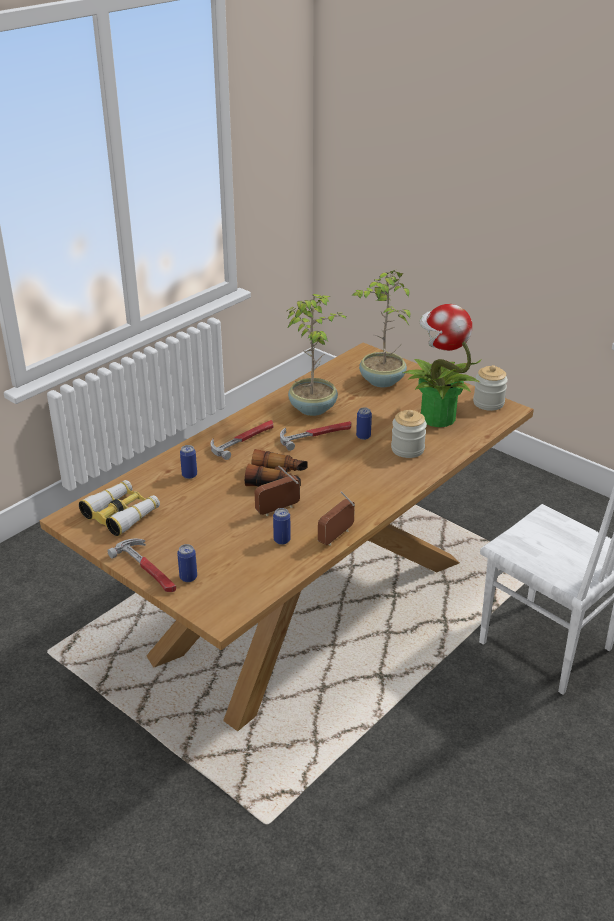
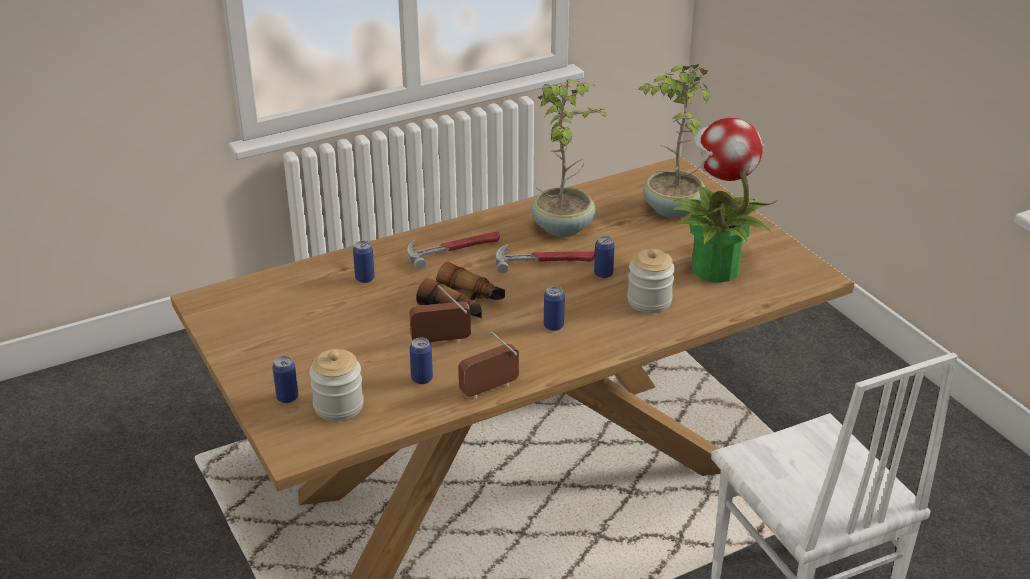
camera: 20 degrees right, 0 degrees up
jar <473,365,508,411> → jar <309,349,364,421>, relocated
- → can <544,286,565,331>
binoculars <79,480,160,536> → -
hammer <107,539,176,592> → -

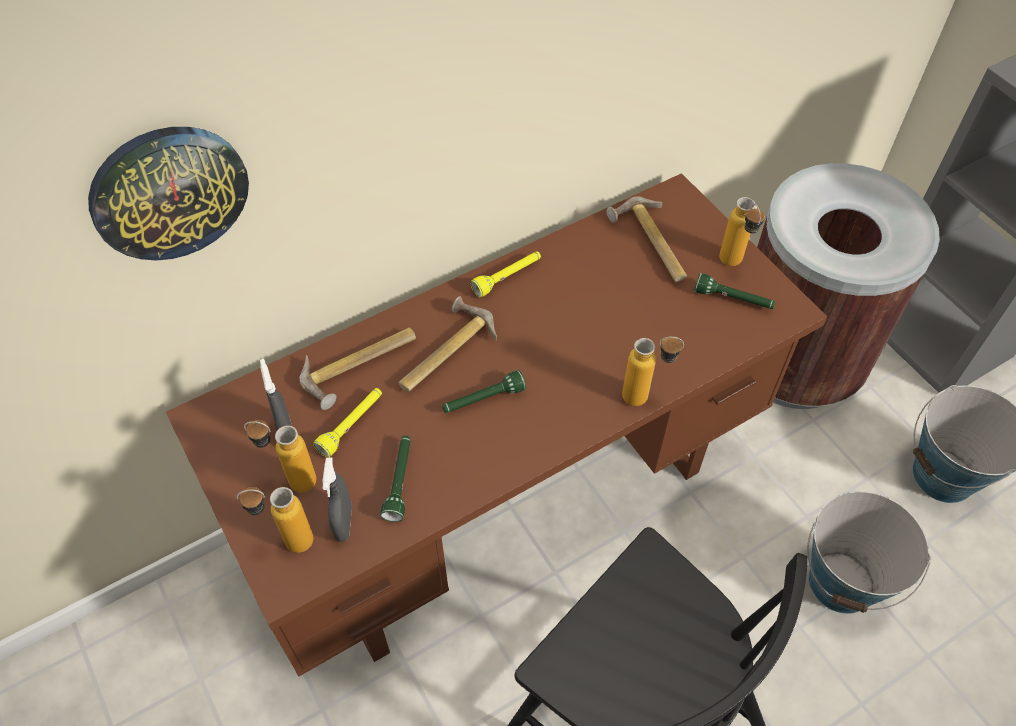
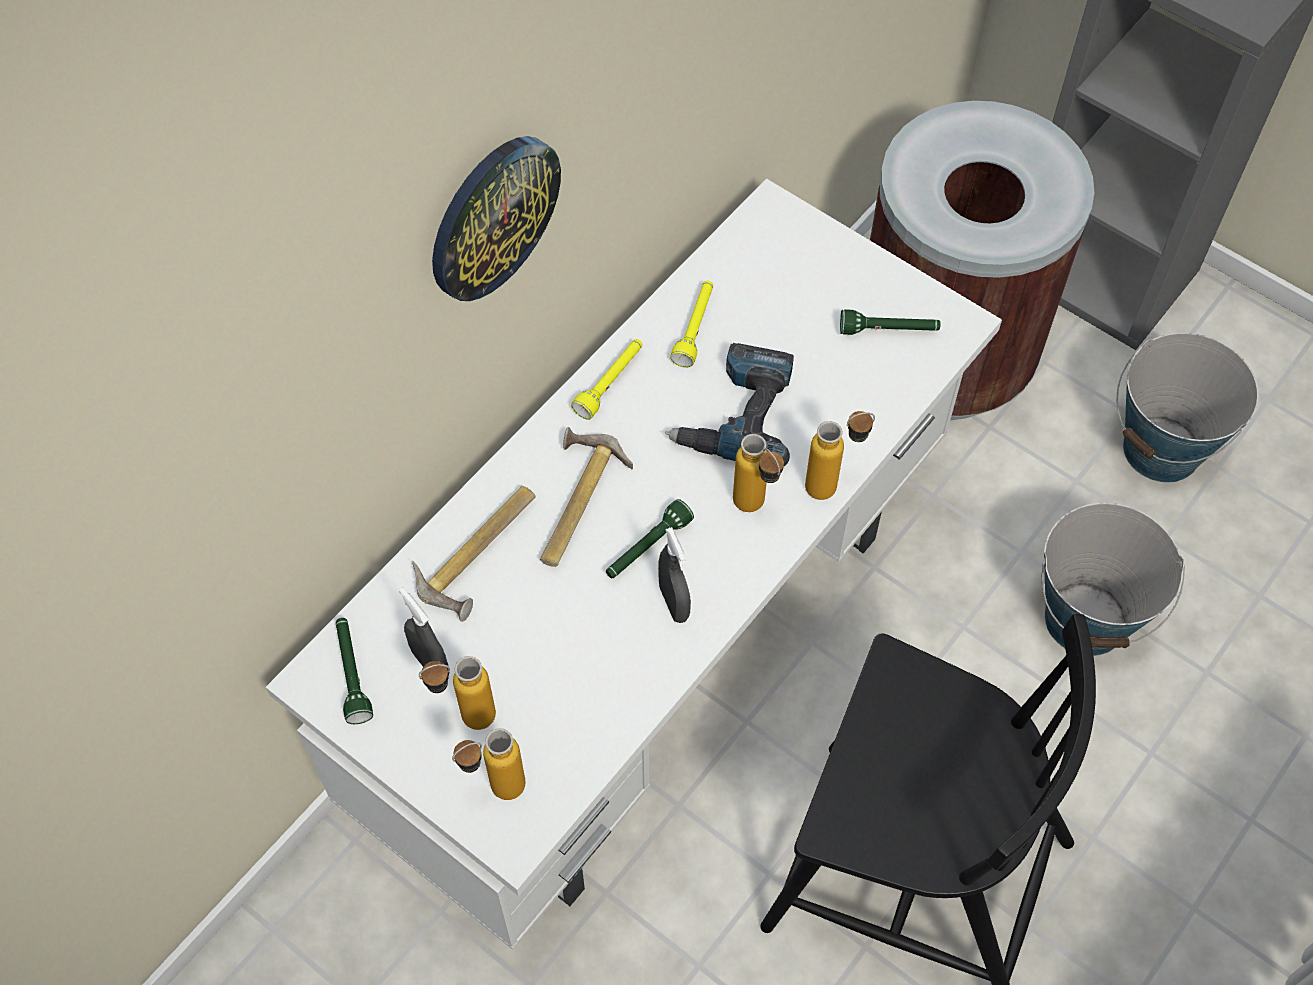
camera: 20 degrees left, 5 degrees up
brown desk <166,173,827,677> → white desk <266,178,1002,950>
green flashlight <381,436,411,522> → green flashlight <336,618,373,724>, relocated
wall clock <88,127,249,260> → wall clock <432,136,561,301>, relocated
grey spray bottle <322,458,352,542> → grey spray bottle <658,527,691,623>, relocated
- → power drill <665,343,794,467>
yellow flashlight <313,388,382,458> → yellow flashlight <670,281,713,368>, relocated
bottle <719,197,765,266> → bottle <733,434,784,512>, relocated
hammer <607,196,687,282> → -

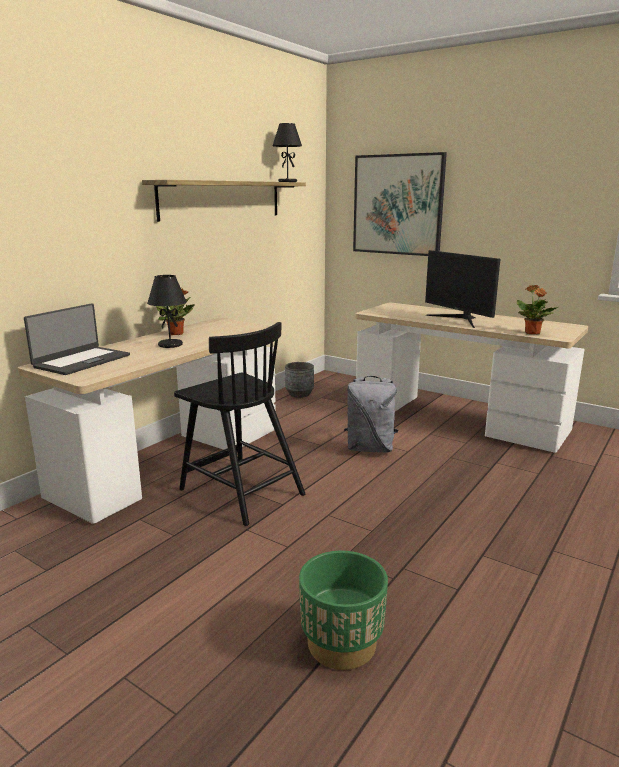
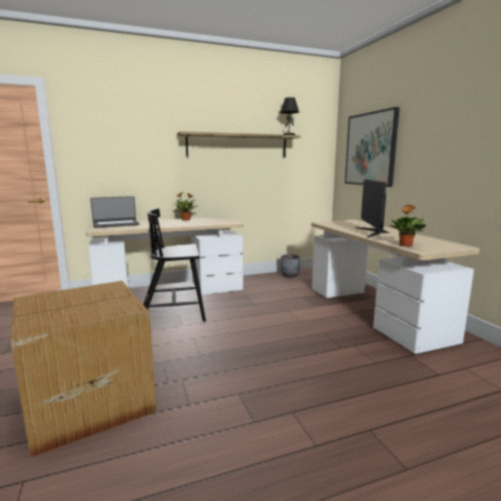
camera: 35 degrees right, 5 degrees down
green planter <299,551,388,670> → cardboard box <11,281,156,458>
black chair <174,322,305,526> → black chair <143,208,206,322>, 90 degrees clockwise
black table lamp <147,275,187,348> → -
grey backpack <344,376,398,453> → -

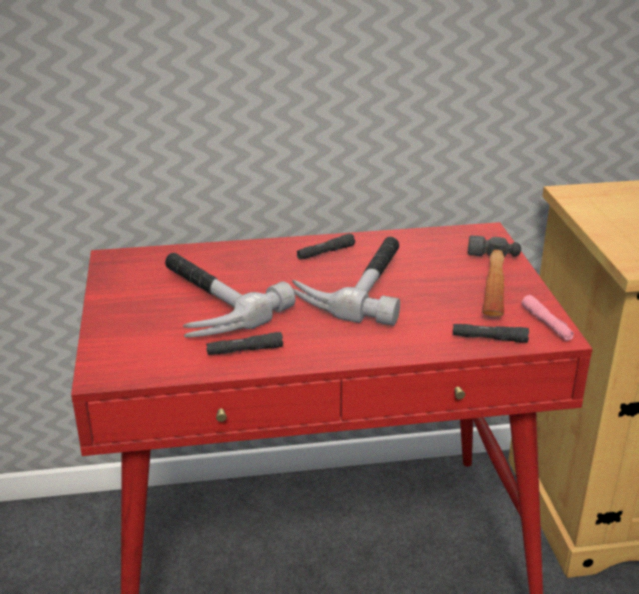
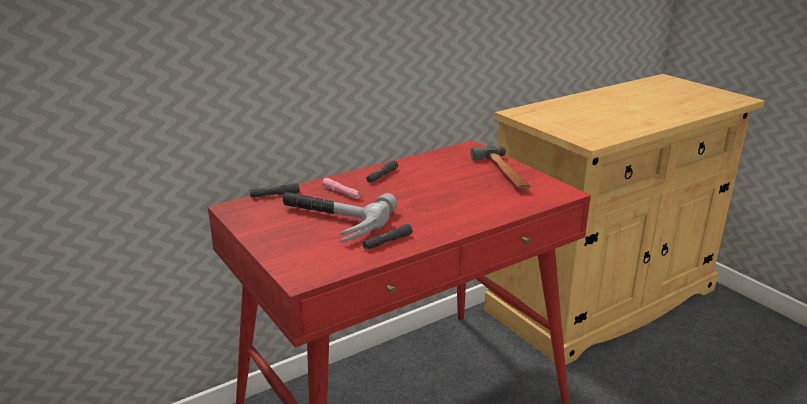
camera: 25 degrees left, 5 degrees down
black flashlight <453,324,529,343> → black flashlight <250,183,300,197>, relocated
pink flashlight <521,295,574,341> → pink flashlight <322,178,361,199>, relocated
hammer <292,237,400,326> → -

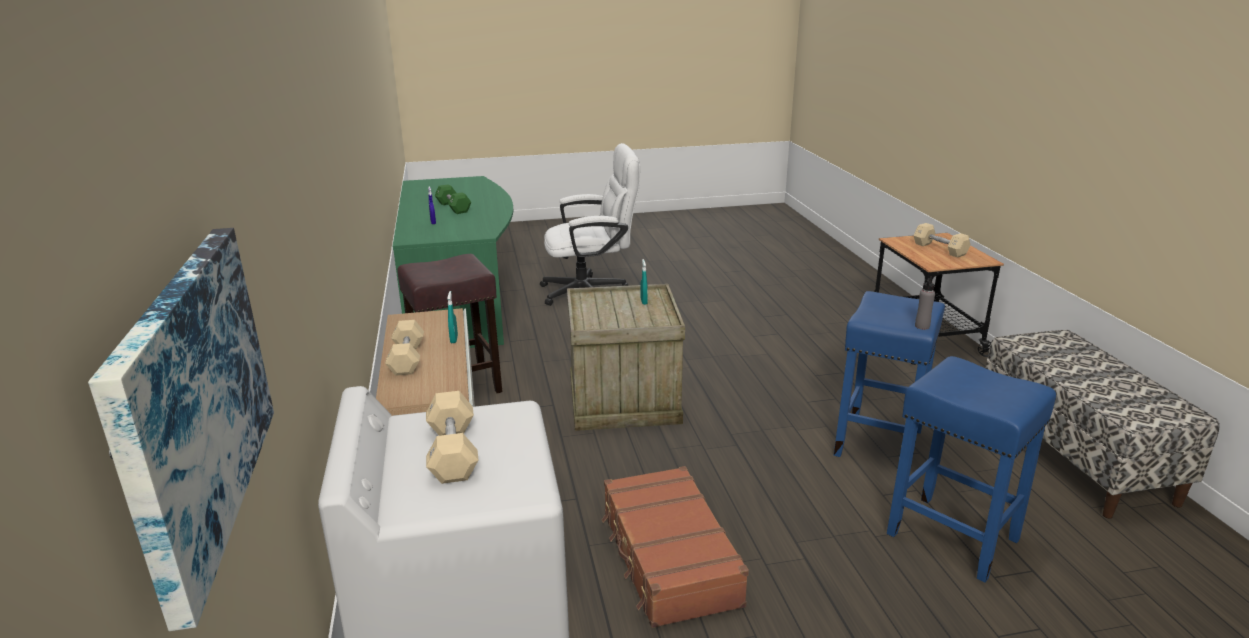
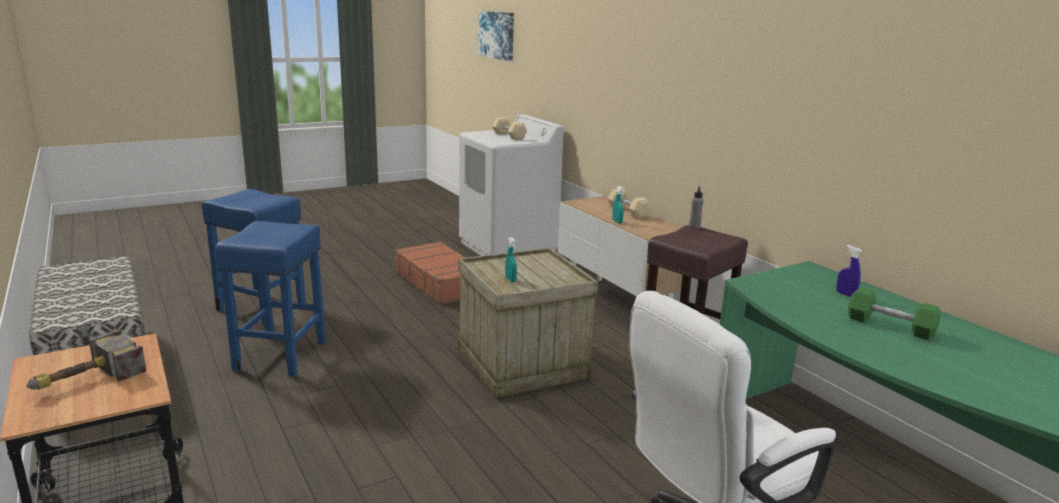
camera: 160 degrees right, 5 degrees down
beige dumbbell <913,223,970,258> → hammer <26,330,147,390>
grey bottle <915,276,935,330> → grey bottle <689,187,704,229>, relocated

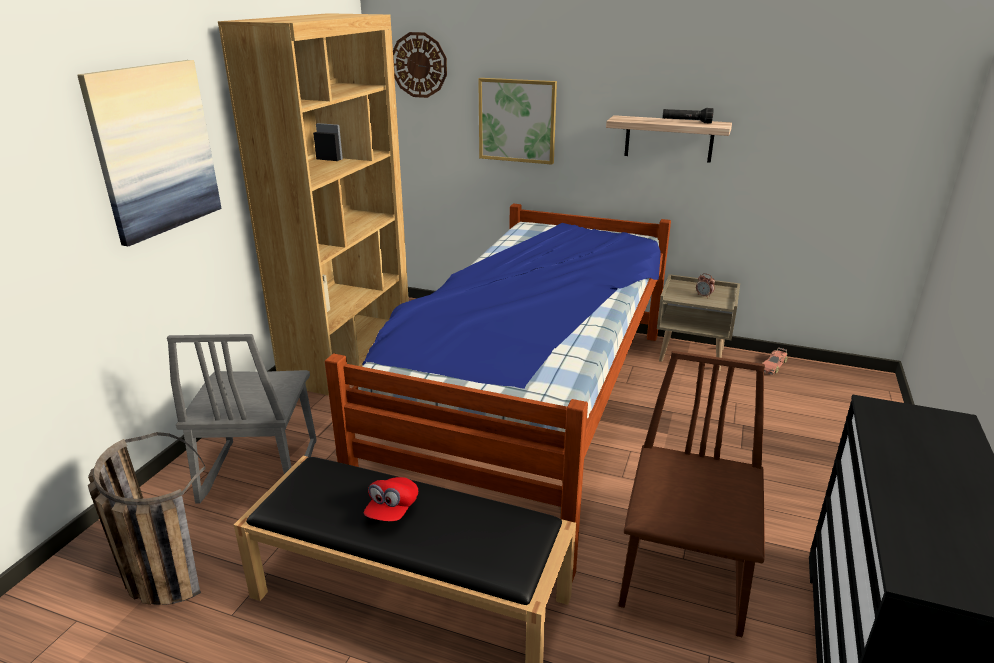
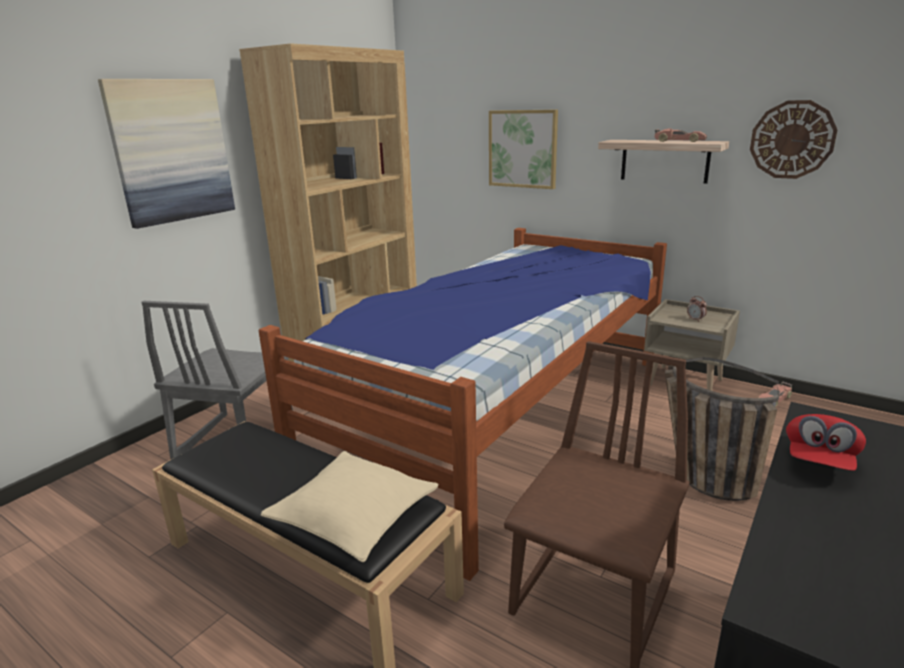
camera: 15 degrees right, 5 degrees down
- → beige pillow <261,451,439,562>
black flashlight <662,108,714,124> → toy car <655,129,707,142>
basket <88,432,206,605> → basket <665,357,779,501>, relocated
wall clock <393,32,447,98> → wall clock <750,100,837,179>, relocated
red cap <364,477,418,521> → red cap <786,414,866,471>, relocated

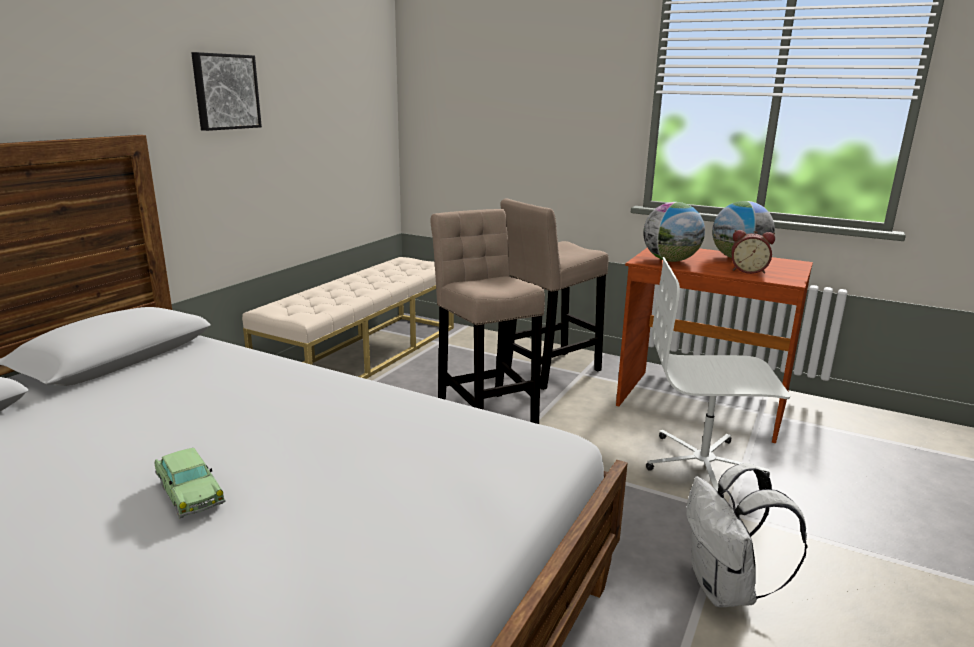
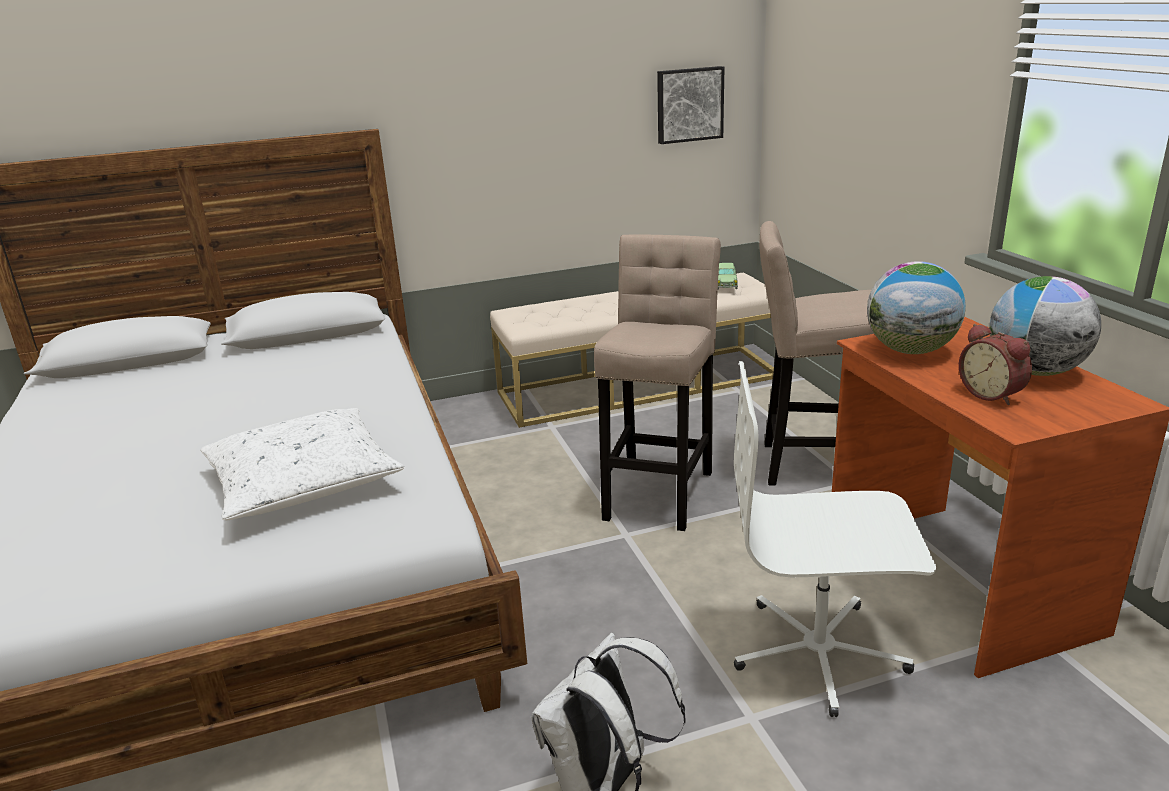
camera: 45 degrees right, 5 degrees up
- → white pillow <200,408,405,520>
picture <191,52,262,131> → picture <657,66,725,144>, relocated
toy car <155,448,226,518> → toy car <718,263,738,290>, relocated
white office chair <646,257,790,492> → white office chair <734,361,936,717>, 45 degrees counterclockwise

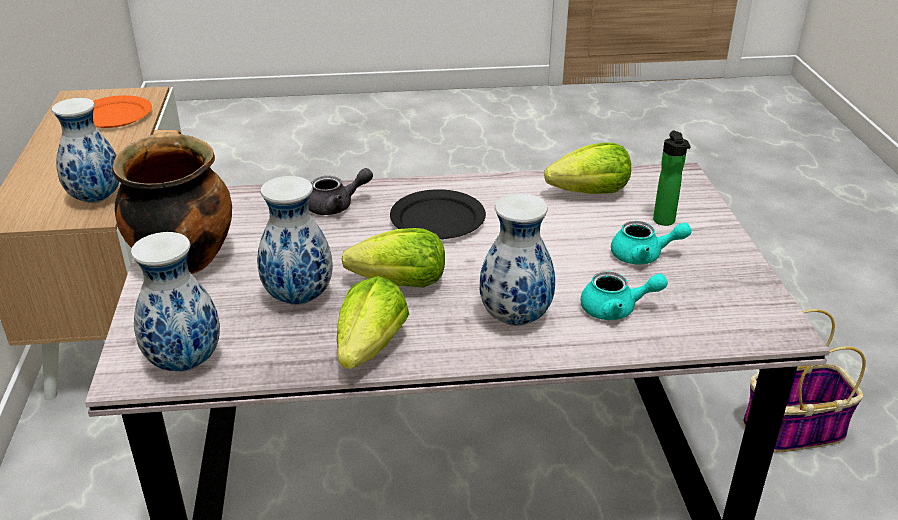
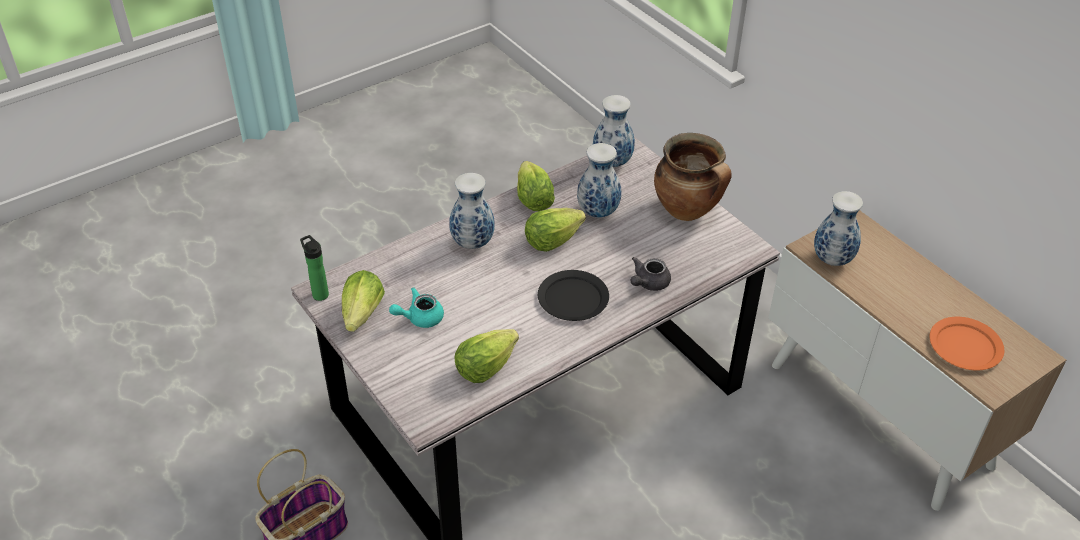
camera: 150 degrees right, 10 degrees up
bottle <653,130,691,226> → bottle <300,235,329,301>, relocated
- → lettuce <342,270,385,332>
turquoise teapot <580,271,668,320> → -

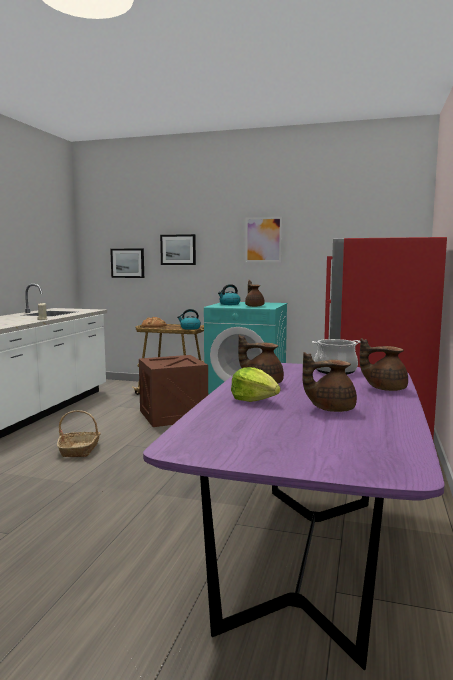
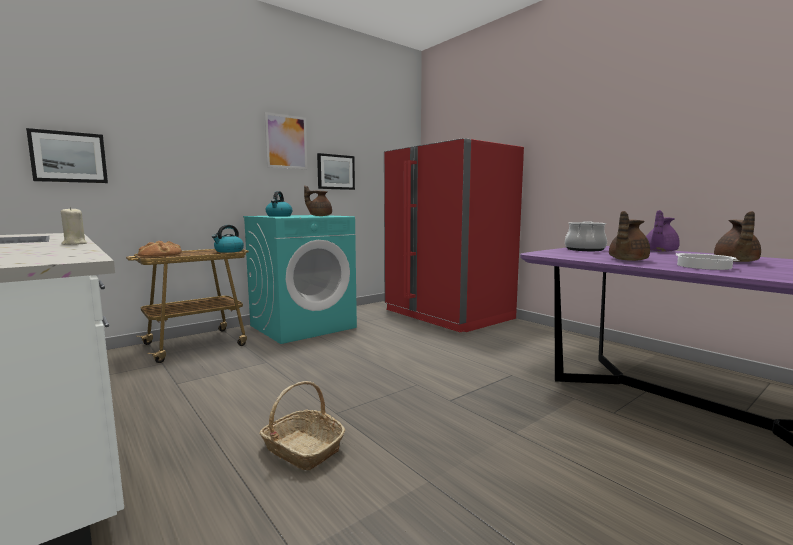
camera: 55 degrees left, 0 degrees up
picture <160,234,196,265> → picture <317,153,355,190>, relocated
brown teapot <360,338,408,391> → purple teapot <646,210,680,252>
lettuce <231,367,281,402> → cooking pot <675,253,739,270>
crate <139,355,208,427> → -

